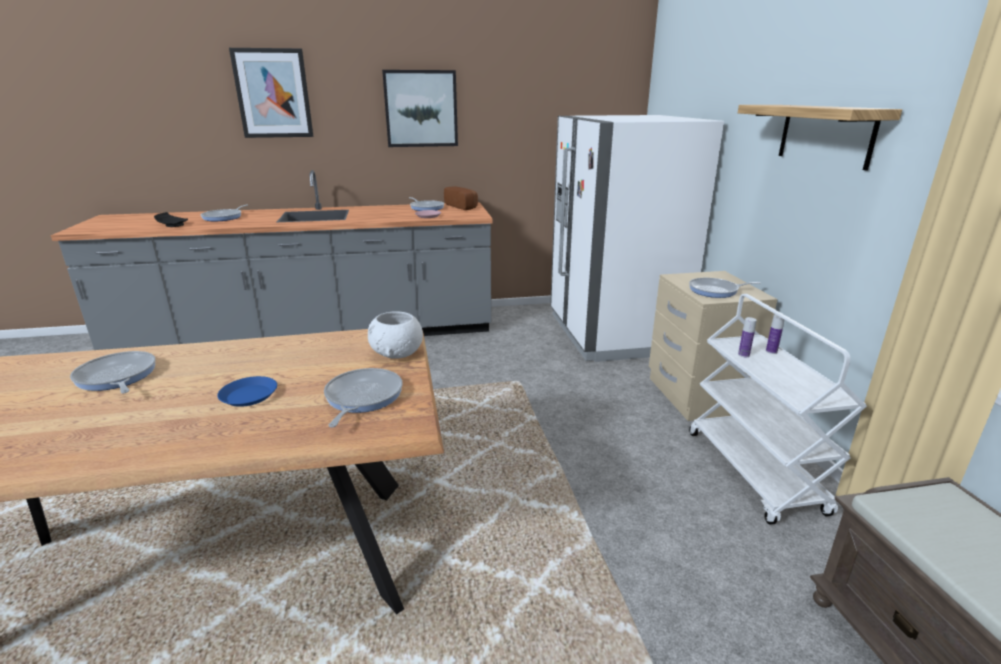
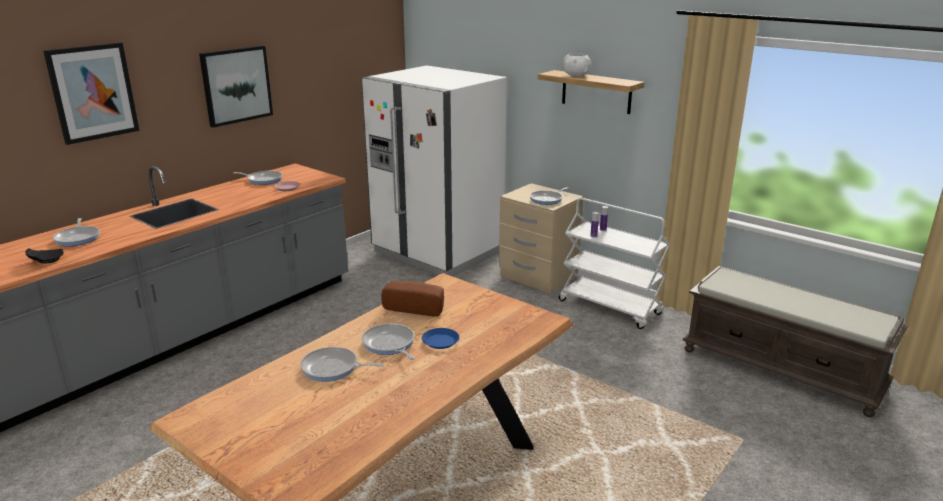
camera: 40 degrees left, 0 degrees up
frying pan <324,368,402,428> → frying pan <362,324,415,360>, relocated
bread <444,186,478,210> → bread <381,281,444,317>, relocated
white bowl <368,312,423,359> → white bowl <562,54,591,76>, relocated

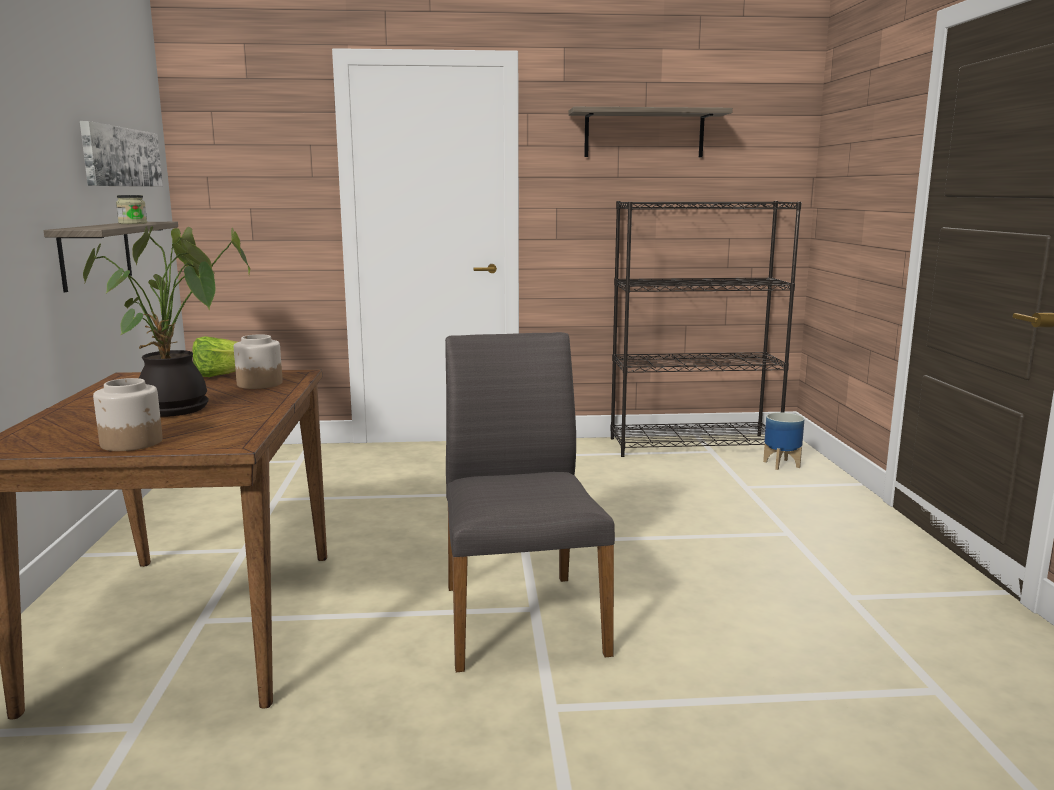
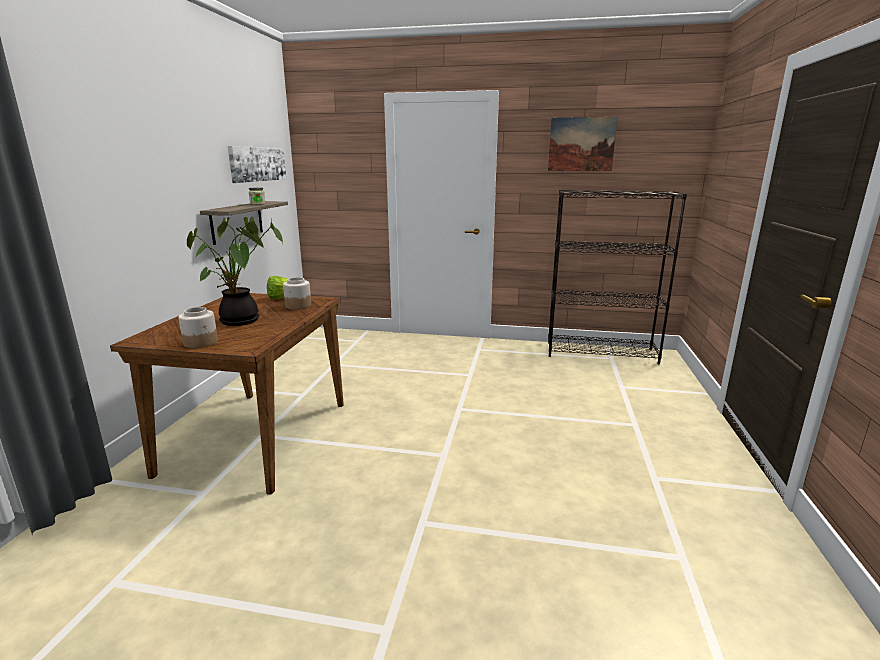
camera: 15 degrees right, 5 degrees up
shelf <568,107,733,157> → picture <548,117,618,171>
grey chair <445,332,615,672> → -
planter <763,412,805,470> → -

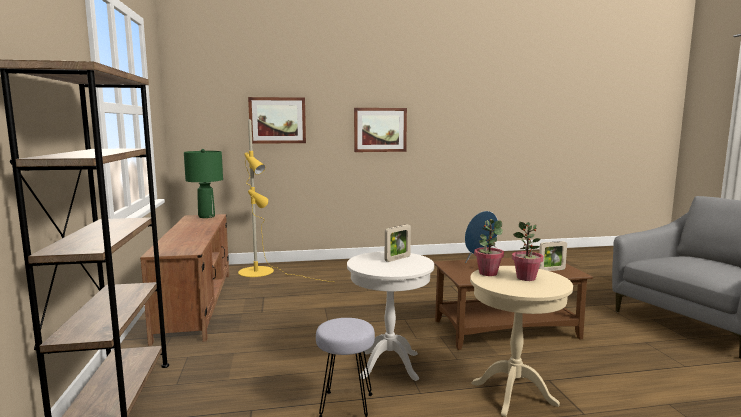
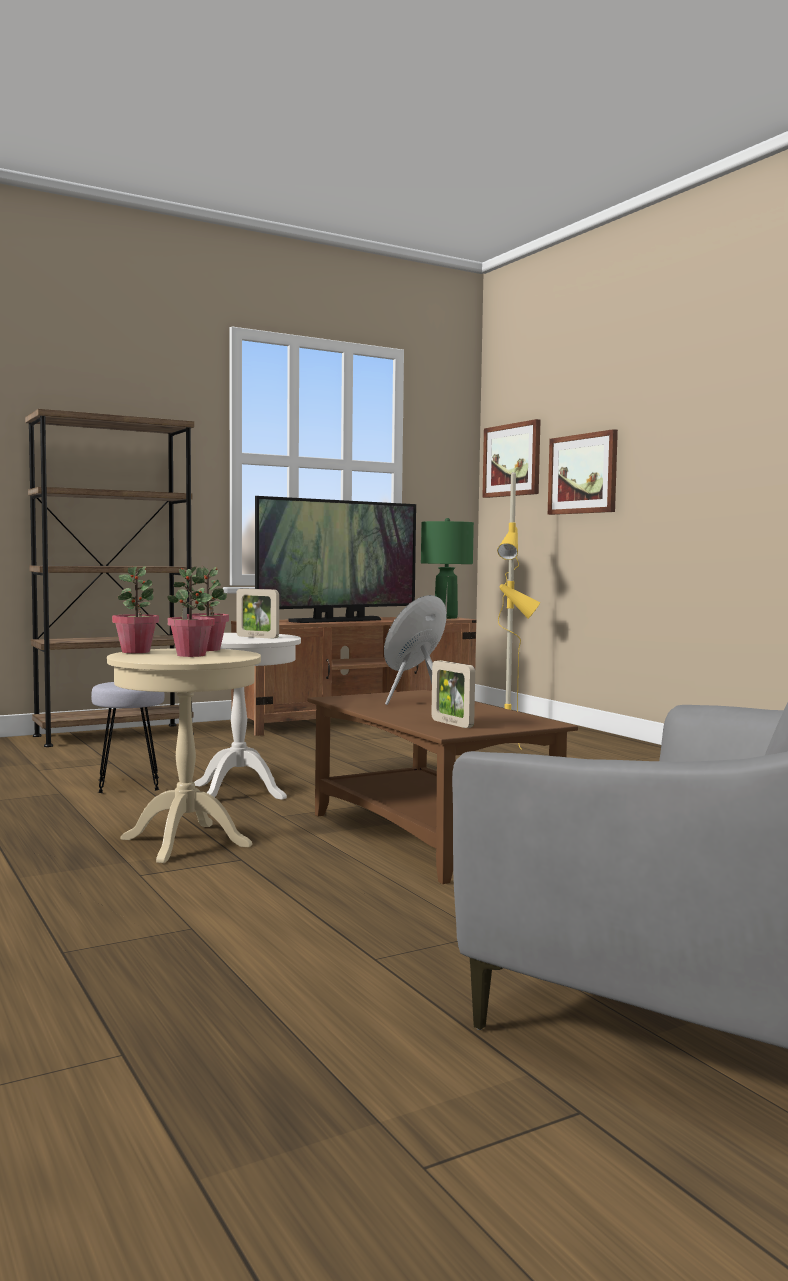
camera: 70 degrees right, 5 degrees down
- → potted plant <112,566,159,653>
- → television <255,496,416,623>
picture <354,108,407,152> → picture <482,419,540,498>, relocated

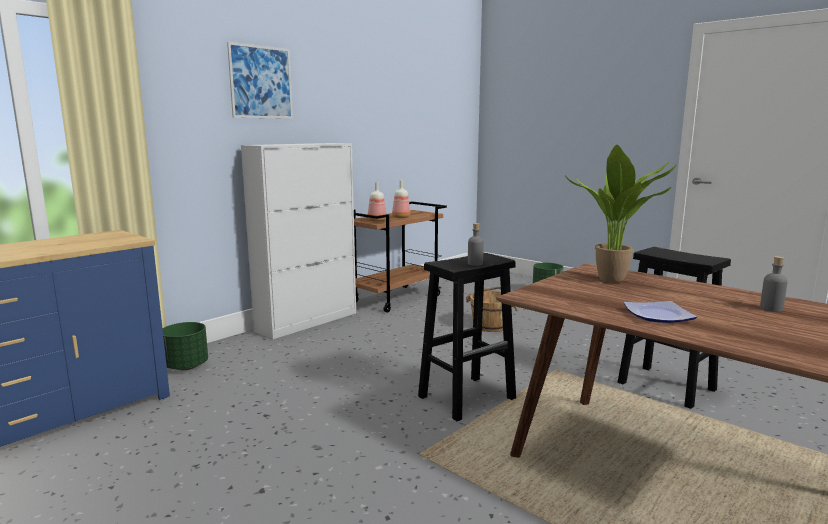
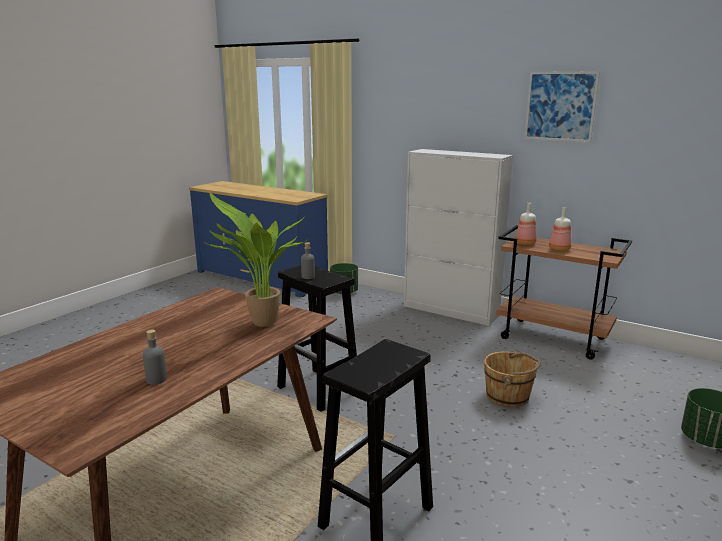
camera: 80 degrees right, 5 degrees up
picture <227,42,293,119> → picture <524,71,600,142>, relocated
plate <623,301,697,323> → -

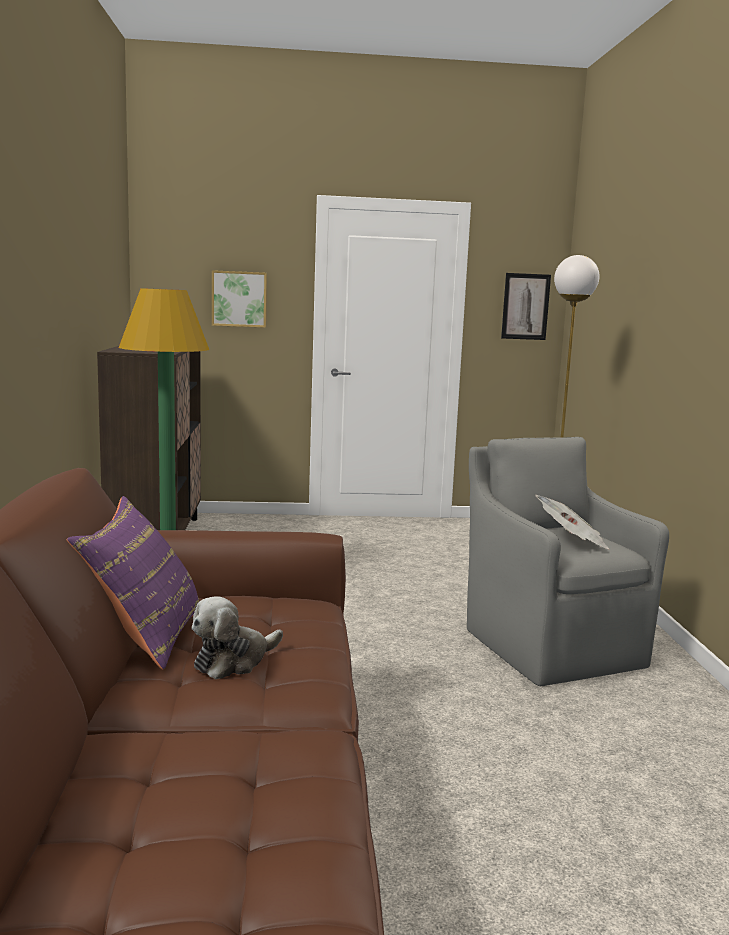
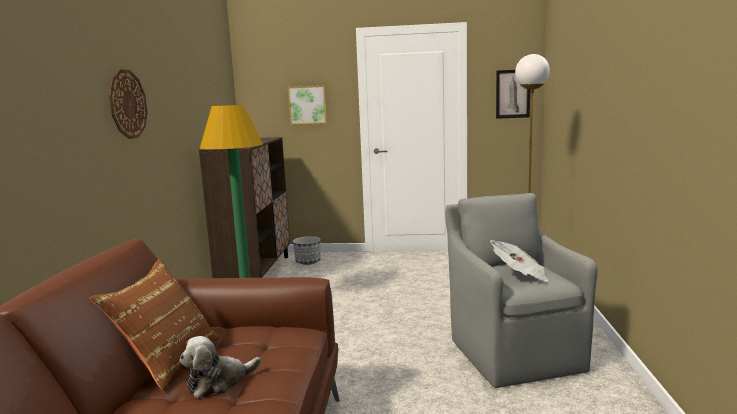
camera: 10 degrees right, 0 degrees up
purple pillow <66,496,199,670> → brown pillow <89,259,220,390>
- → wall clock <109,69,147,139>
- → planter <293,236,321,265>

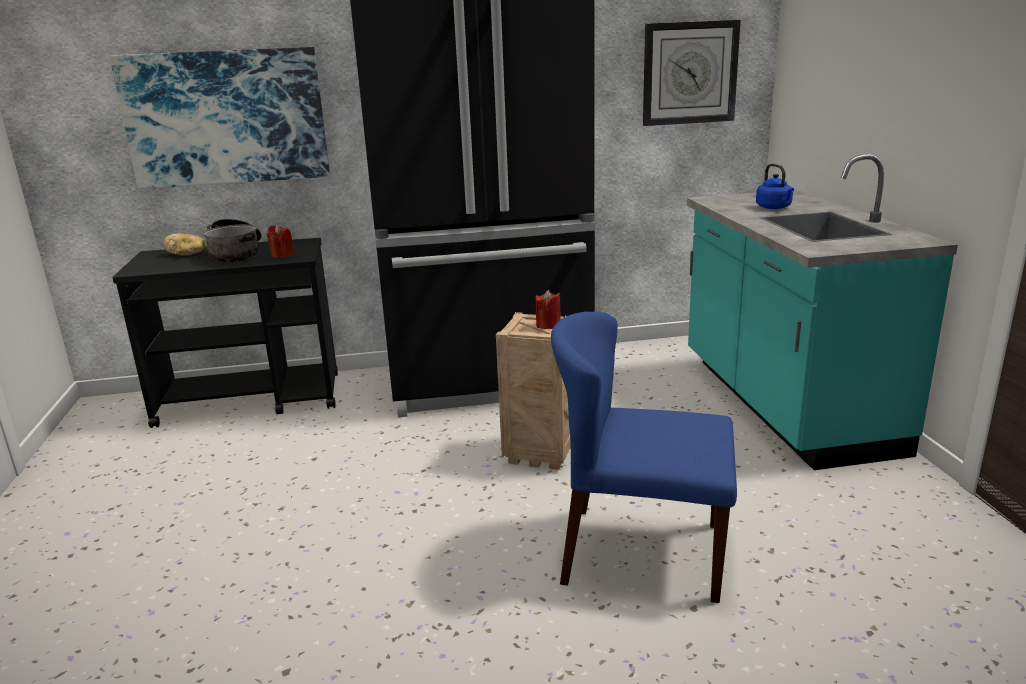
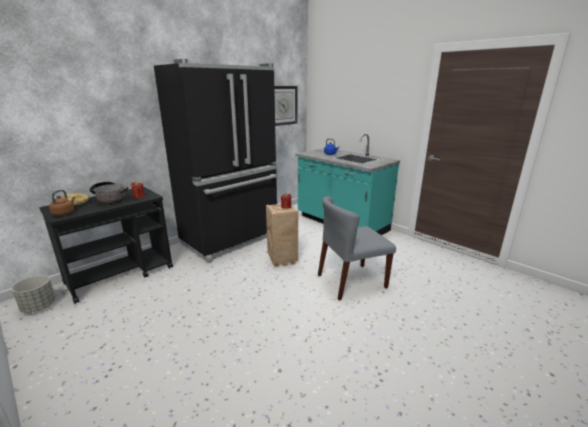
camera: 35 degrees left, 0 degrees up
- → grey planter <12,275,56,313>
- → brown kettle <49,190,75,216>
blue chair <551,311,737,603> → grey chair <318,196,396,300>
picture <109,47,330,189> → -

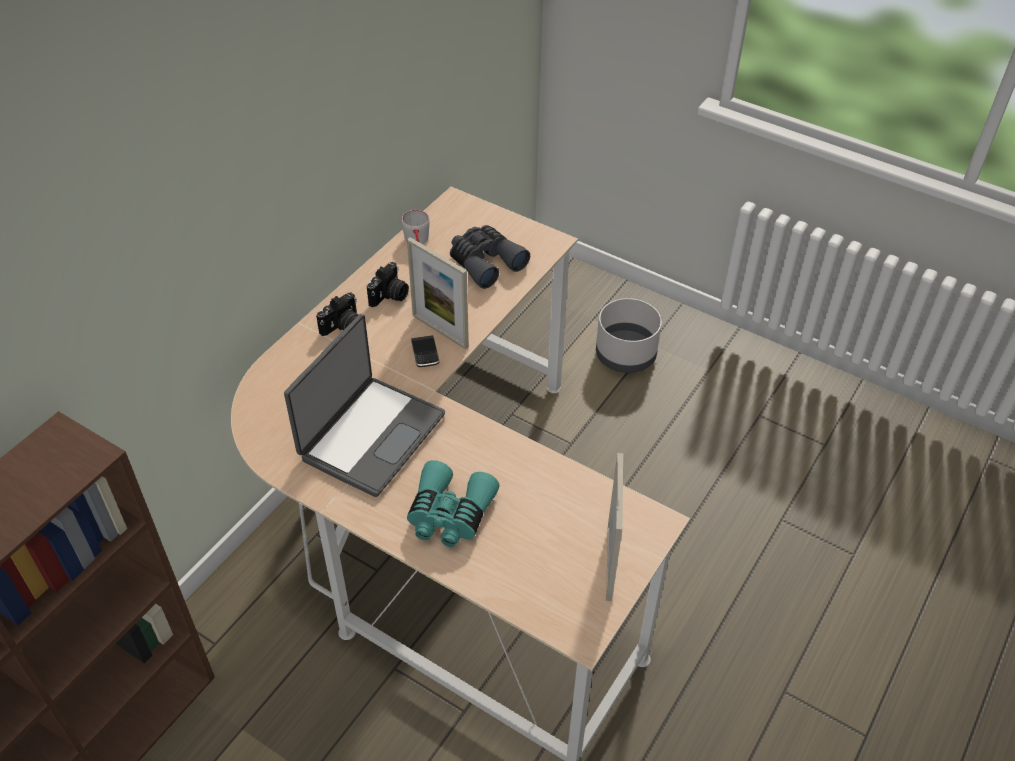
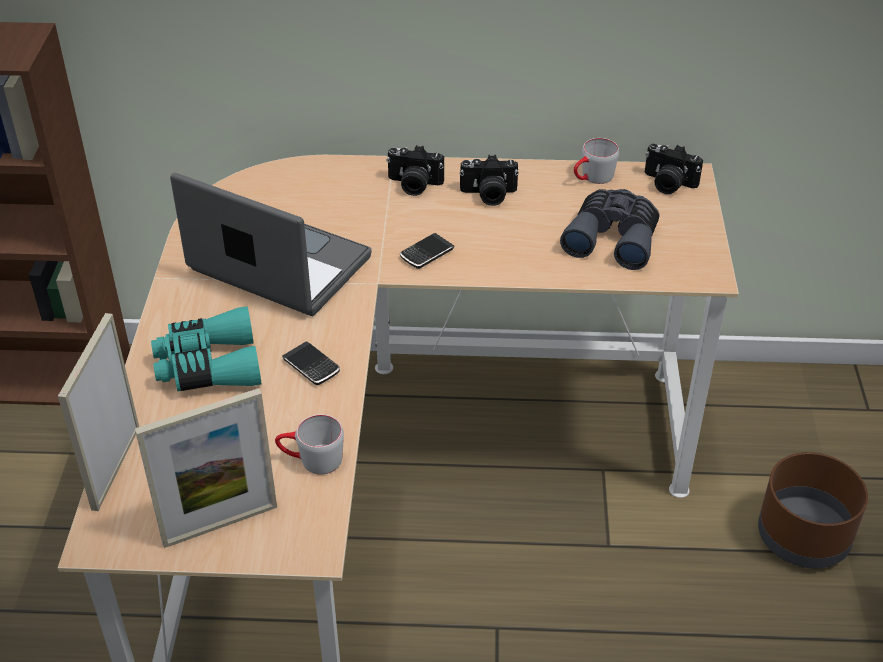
camera: 60 degrees right, 5 degrees down
picture frame <407,237,469,349> → picture frame <58,313,139,511>, relocated
laptop <284,314,445,497> → laptop <170,173,372,316>, 150 degrees counterclockwise
- → grey mug <275,414,344,475>
- → phone <282,341,340,385>
- → photo camera <645,144,703,194>
grey planter <596,298,662,373> → brown planter <758,452,868,568>

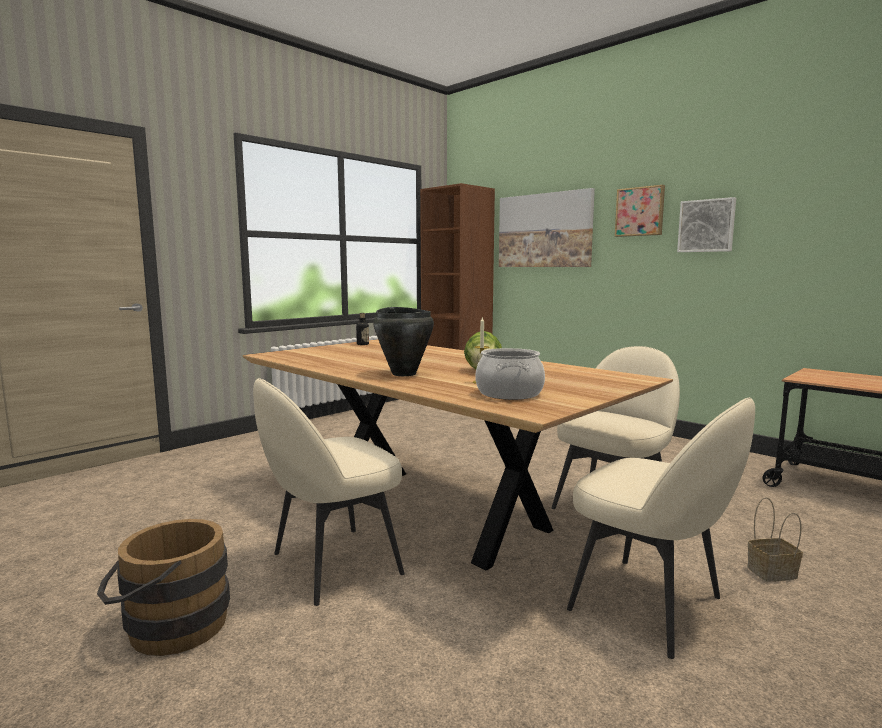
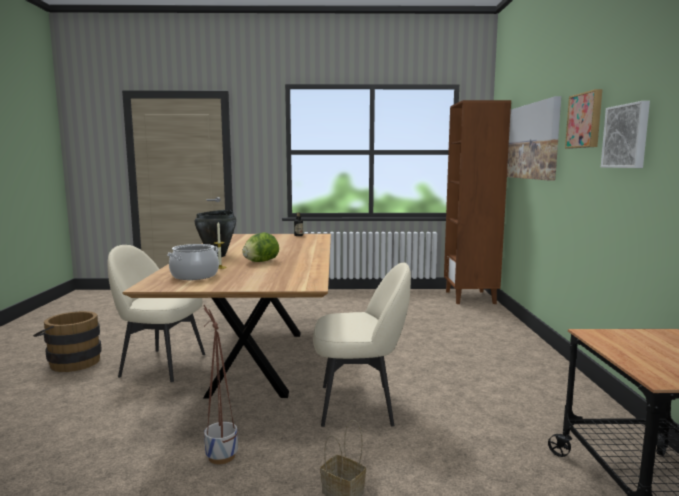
camera: 45 degrees right, 0 degrees up
beige chair <567,397,755,659> → planter <204,305,238,464>

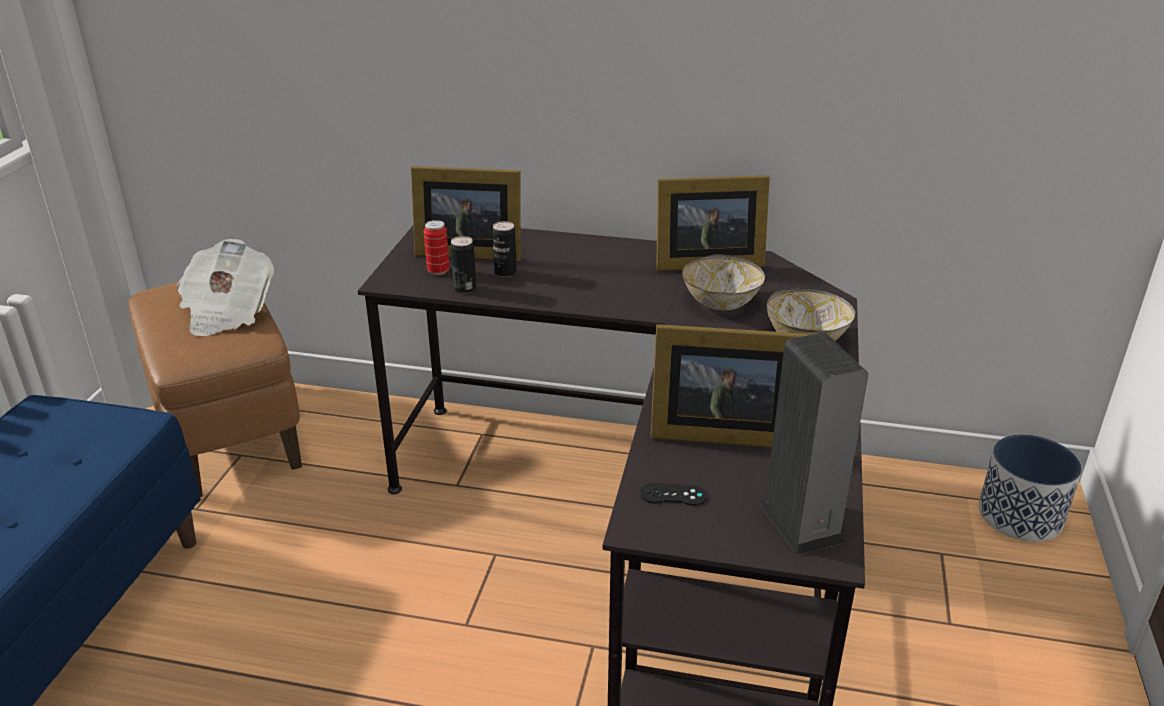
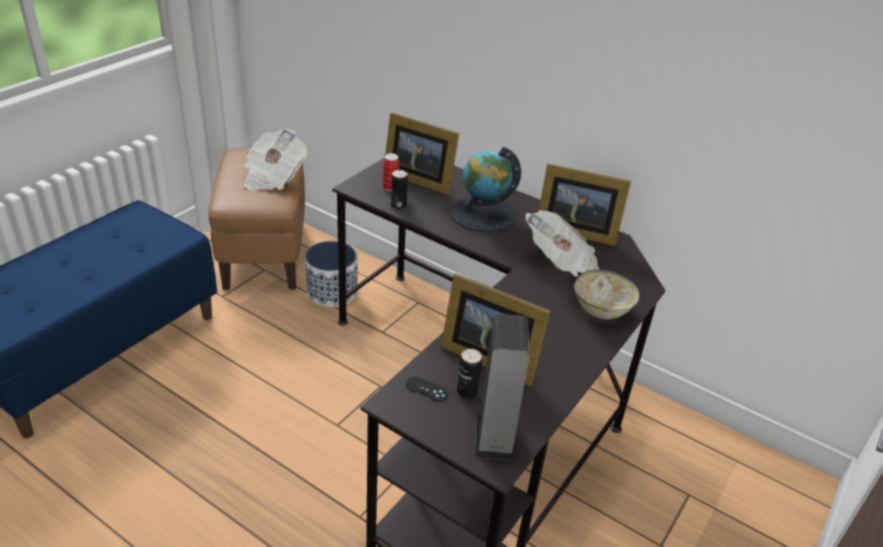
camera: 20 degrees right, 5 degrees up
planter <979,435,1082,542> → planter <305,241,358,307>, relocated
- → globe <451,147,521,233>
can <492,221,517,277> → can <457,349,482,399>, relocated
bowl <682,254,765,310> → newspaper <525,210,600,277>

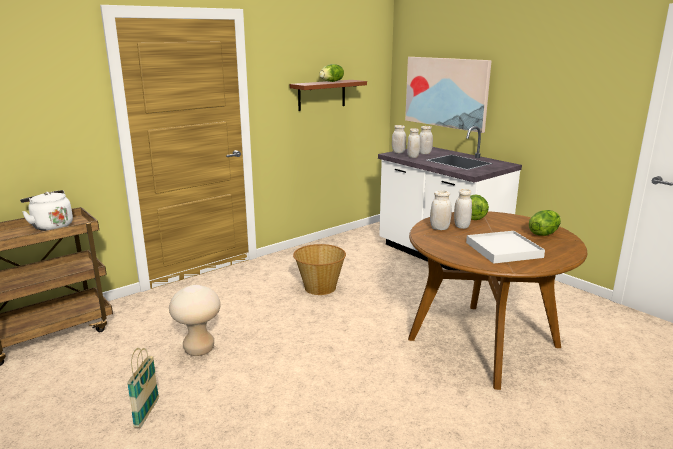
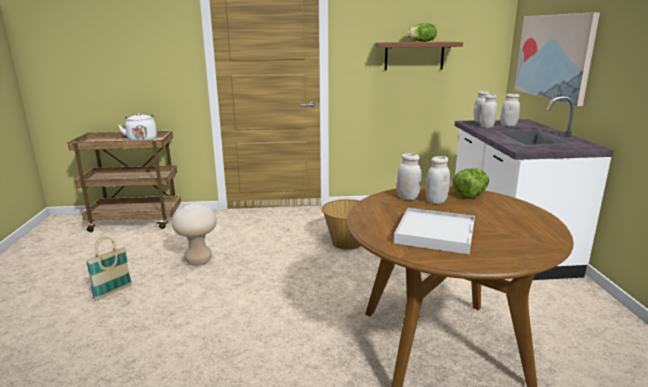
camera: 35 degrees right, 0 degrees up
lettuce <529,210,561,236> → -

